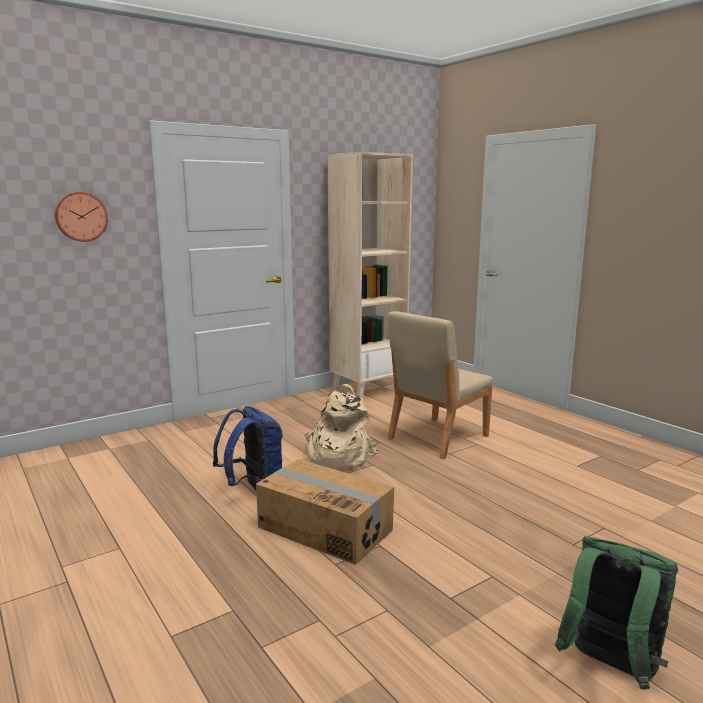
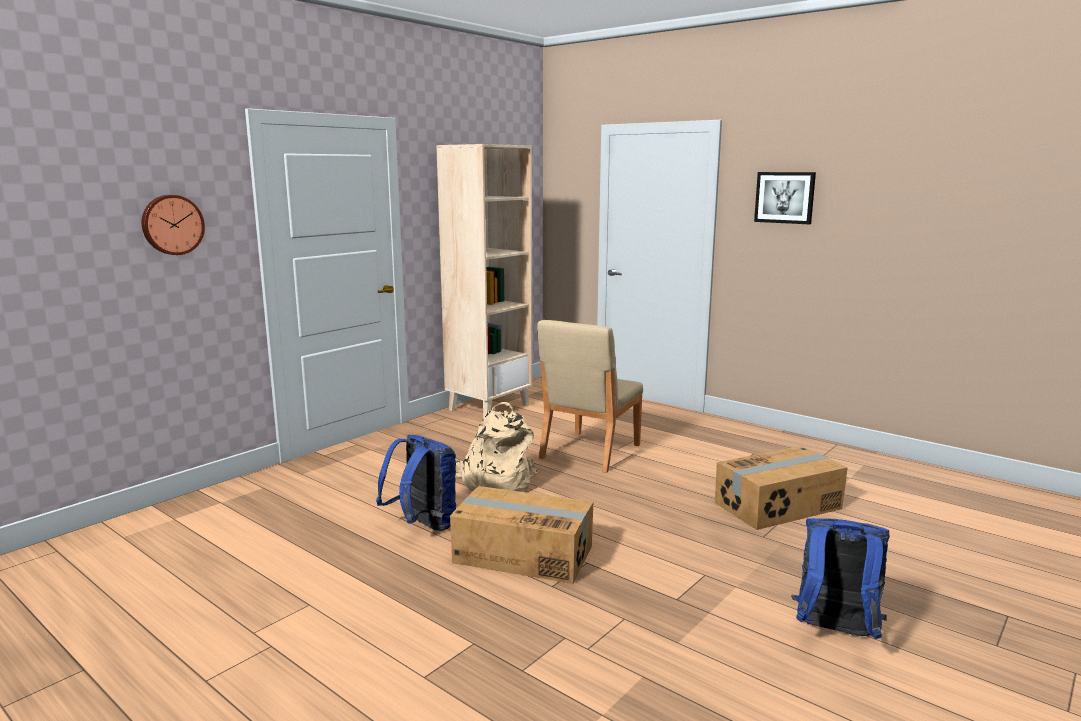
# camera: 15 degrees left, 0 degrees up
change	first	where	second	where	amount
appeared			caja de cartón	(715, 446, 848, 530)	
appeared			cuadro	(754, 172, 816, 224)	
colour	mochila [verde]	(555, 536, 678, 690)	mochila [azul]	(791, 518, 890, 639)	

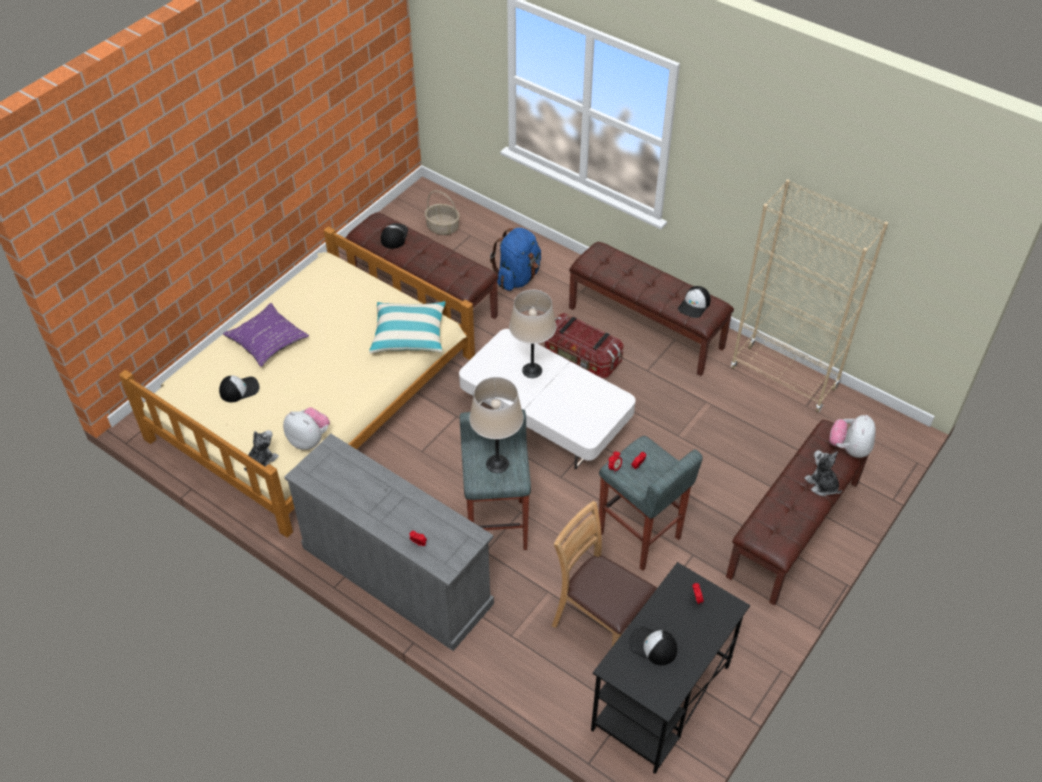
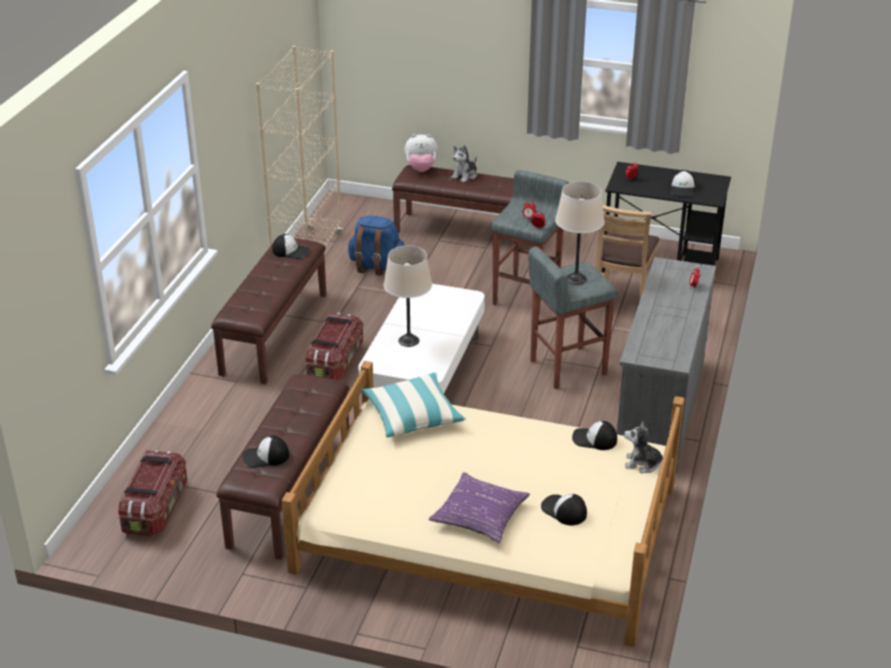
# camera: 110 degrees left, 15 degrees down
change	first	where	second	where	amount
relocated	mochila [azul]	(490, 228, 541, 291)		(347, 216, 404, 275)	
exchanged	peluche	(283, 407, 330, 450)	gorra	(572, 421, 617, 450)	
exchanged	cesta	(425, 190, 460, 235)	caja de almacenaje	(118, 450, 187, 536)	

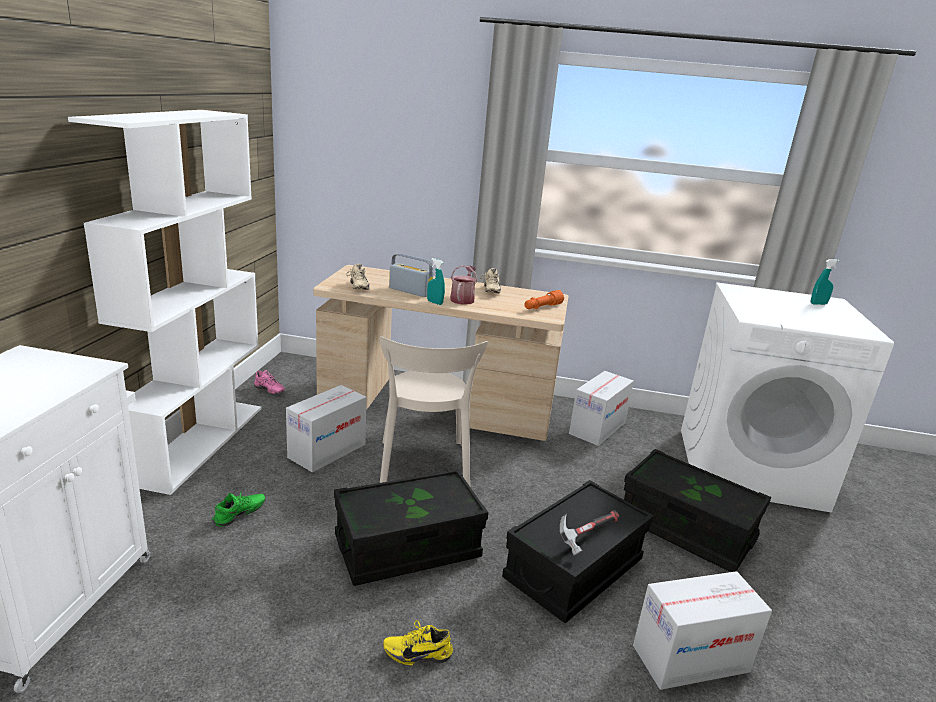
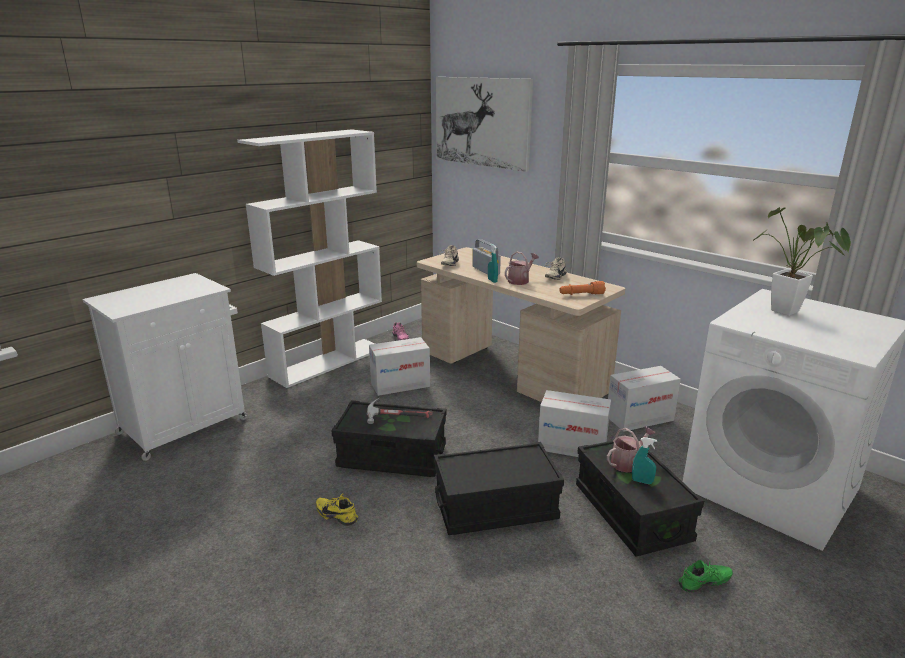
# camera: 35 degrees right, 0 degrees up
change	first	where	second	where	amount
missing	silla [beis]	(380, 336, 488, 486)			
appeared			cuadro	(436, 77, 533, 172)	
appeared			regadera	(607, 426, 655, 473)	
appeared			planta en maceta	(753, 207, 851, 316)	
relocated	zapato [verde]	(212, 490, 265, 527)		(678, 558, 733, 593)	
relocated	martillo	(560, 510, 619, 556)		(367, 398, 433, 424)	
relocated	caja de cartón	(633, 571, 772, 690)		(538, 390, 611, 457)	
relocated	pulverizador [turquesa]	(811, 259, 840, 305)		(632, 437, 657, 484)	

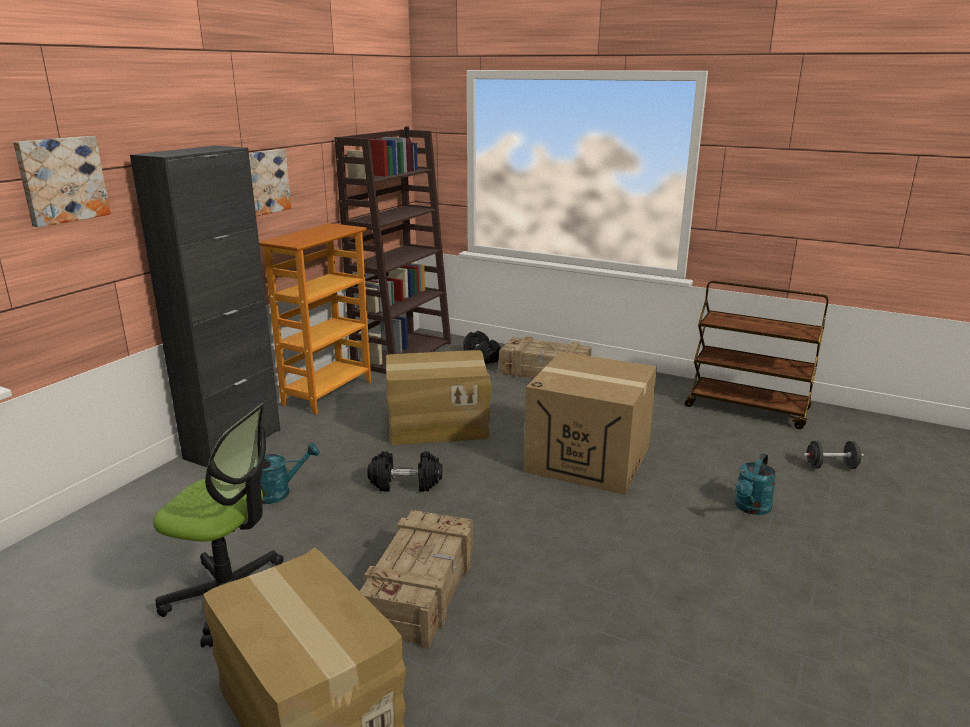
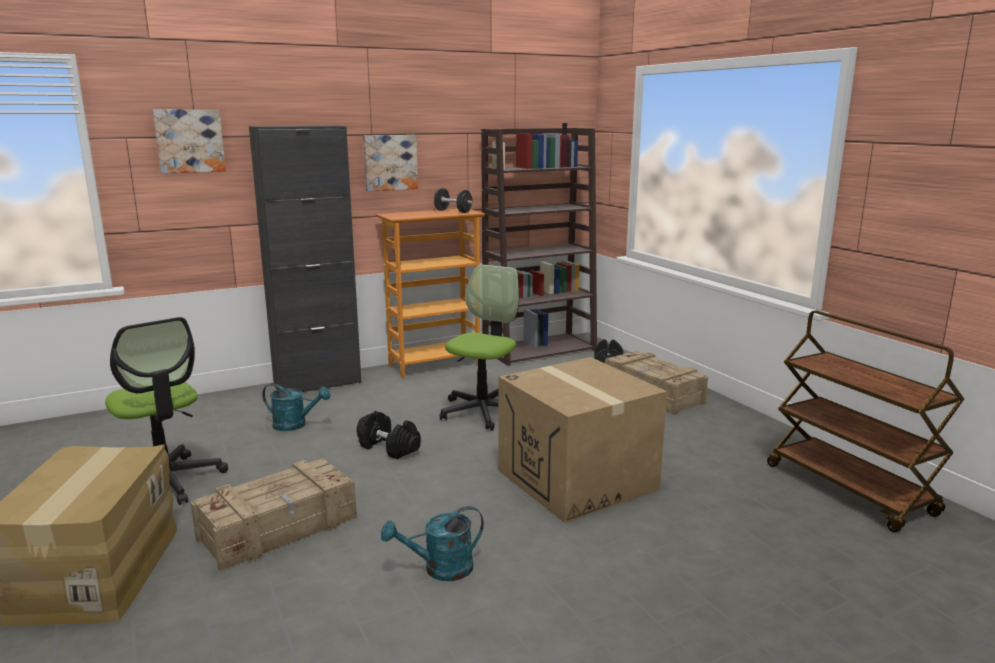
# camera: 35 degrees right, 5 degrees down
change	first	where	second	where	amount
relocated	regadera [turquesa]	(735, 453, 777, 515)		(381, 506, 484, 581)	
relocated	mancuerna [negro]	(804, 441, 864, 469)		(434, 188, 473, 213)	
exchanged	caja de cartón	(386, 350, 492, 445)	silla de oficina	(440, 265, 520, 430)	

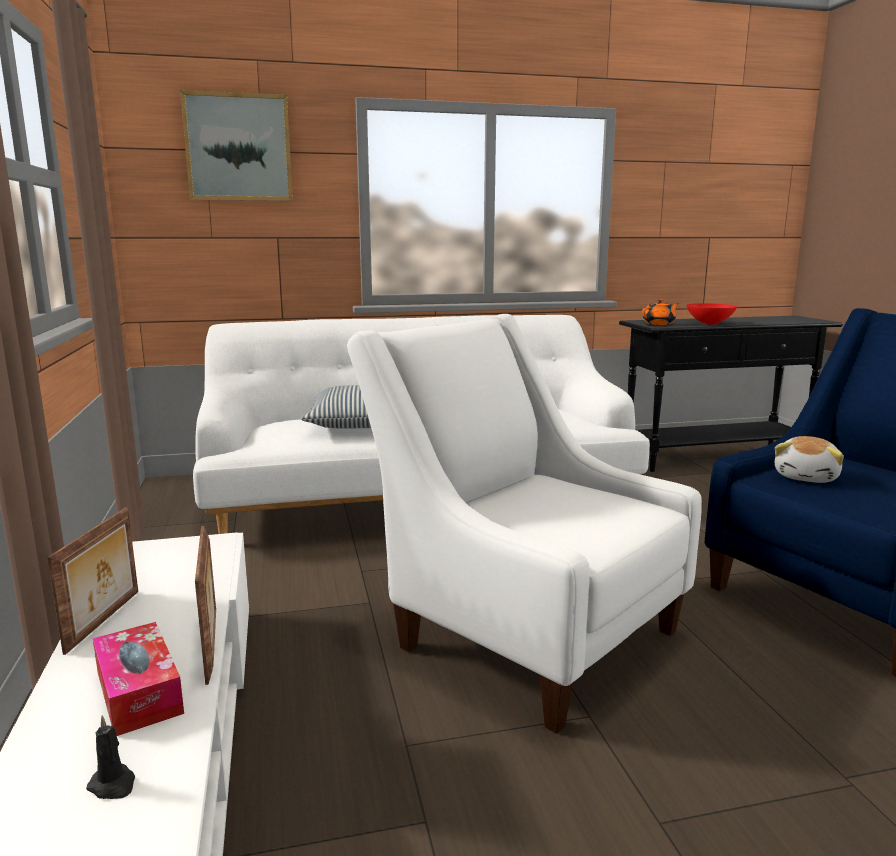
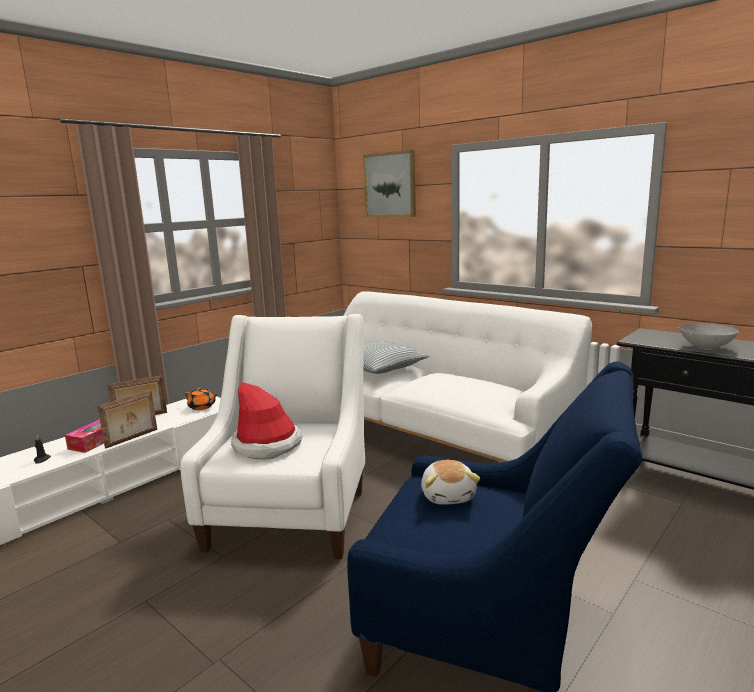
# camera: 55 degrees right, 0 degrees up
change	first	where	second	where	amount
appeared			sombrero	(231, 382, 302, 460)	
relocated	tetera [naranja]	(642, 299, 679, 325)		(184, 388, 218, 410)	
colour	cuenco [rojo]	(687, 303, 737, 325)	cuenco [gris]	(679, 323, 739, 350)	
spun	peluche	(775, 436, 844, 483)		(421, 460, 480, 505)	90 degrees counterclockwise

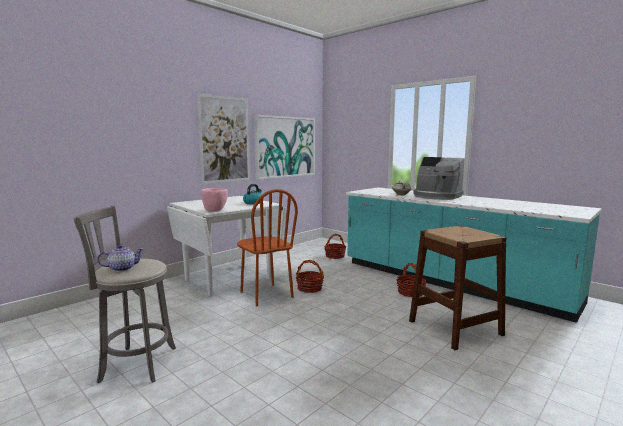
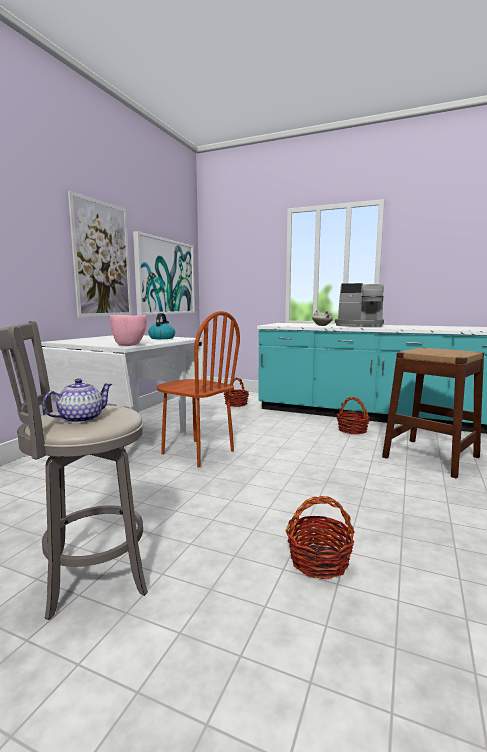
# camera: 20 degrees left, 0 degrees up
change	first	where	second	where	amount
relocated	cesta	(296, 260, 324, 293)		(285, 496, 355, 580)	

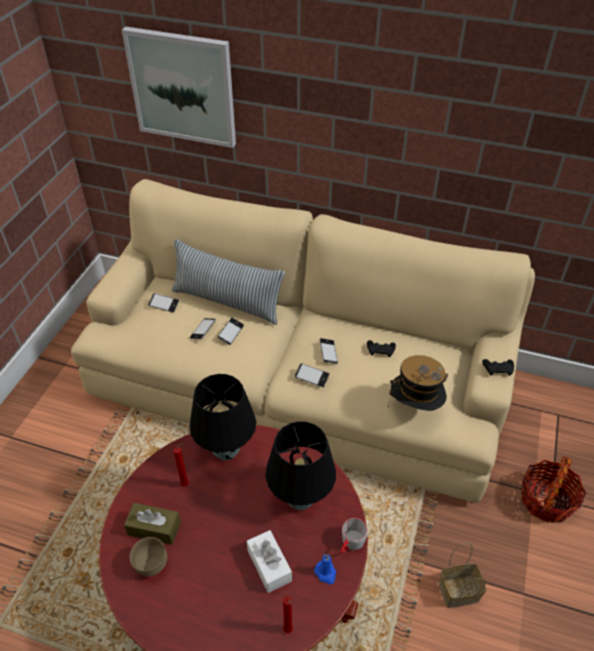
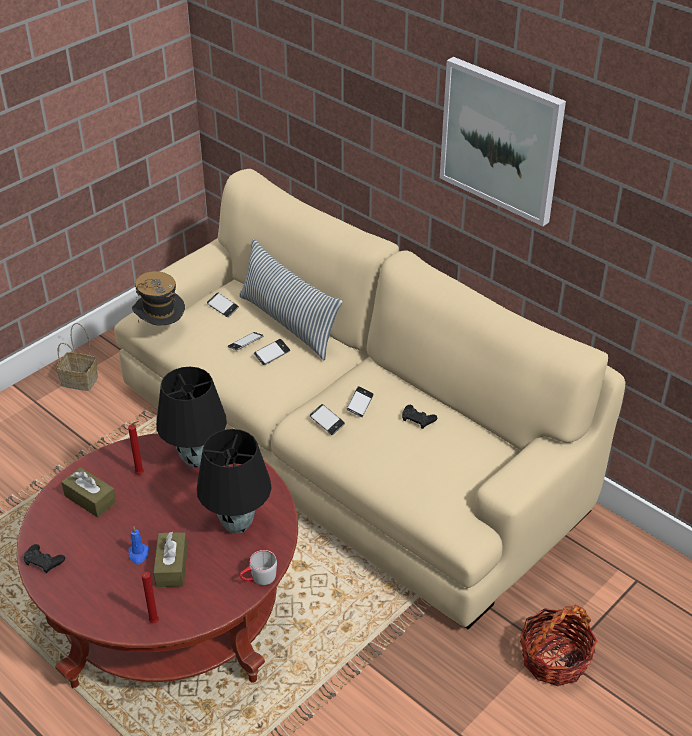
# camera: 25 degrees right, 5 degrees down
change	first	where	second	where	amount
missing	cuenco [marrón]	(130, 537, 167, 577)			
relocated	cuadro	(122, 27, 236, 148)		(440, 57, 566, 226)	
relocated	vela [azul]	(314, 554, 336, 584)		(128, 527, 149, 564)	
relocated	sombrero	(388, 355, 448, 411)		(132, 271, 185, 325)	
relocated	cesta	(439, 543, 486, 608)		(56, 323, 98, 391)	
relocated	mando de consola [negro]	(482, 359, 514, 376)		(24, 544, 65, 573)	
colour	caja de pañuelos [blanco]	(247, 530, 292, 593)	caja de pañuelos [marrón]	(153, 532, 187, 587)	

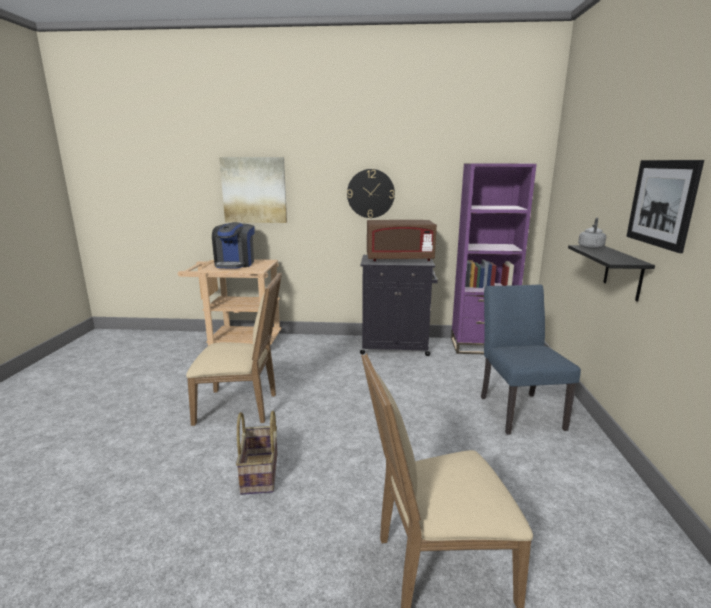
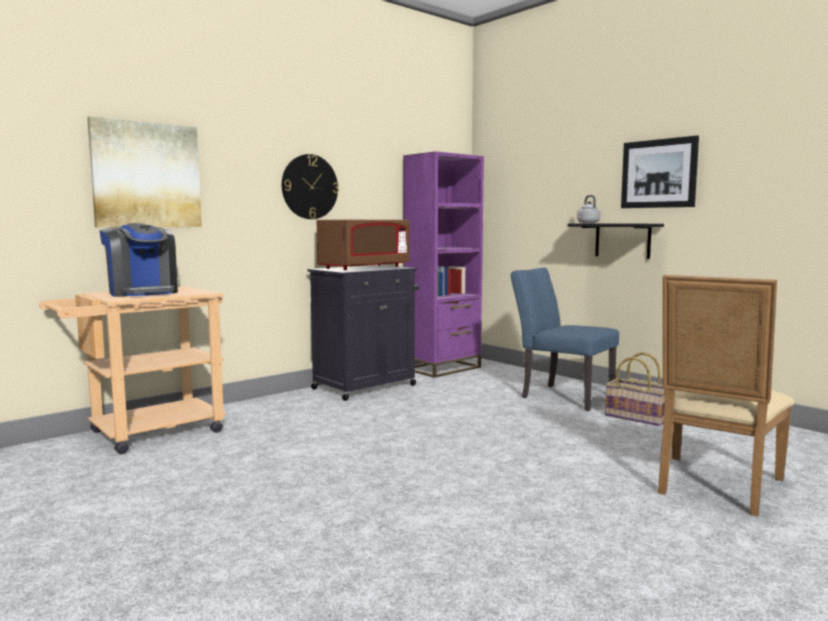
# camera: 45 degrees left, 10 degrees down
change	first	where	second	where	amount
missing	silla [beis]	(186, 273, 282, 426)			
relocated	cesta	(236, 411, 278, 495)		(605, 352, 665, 426)	

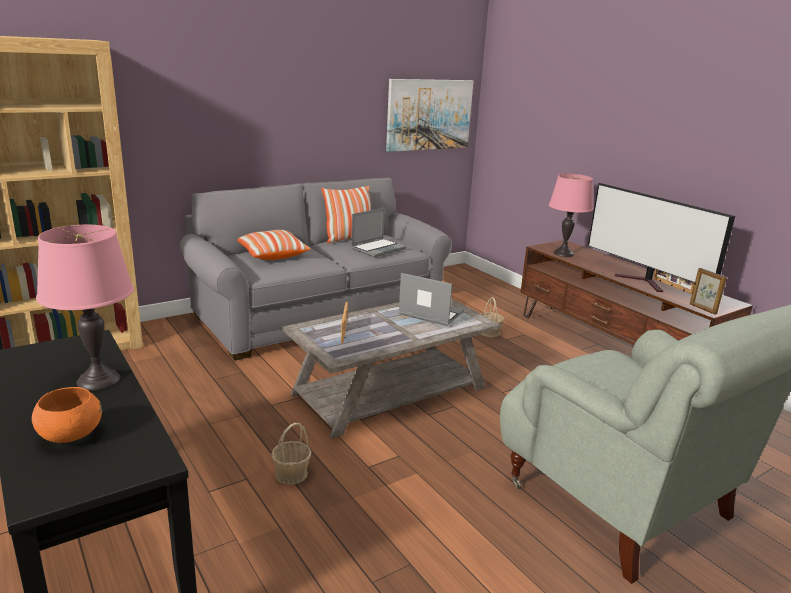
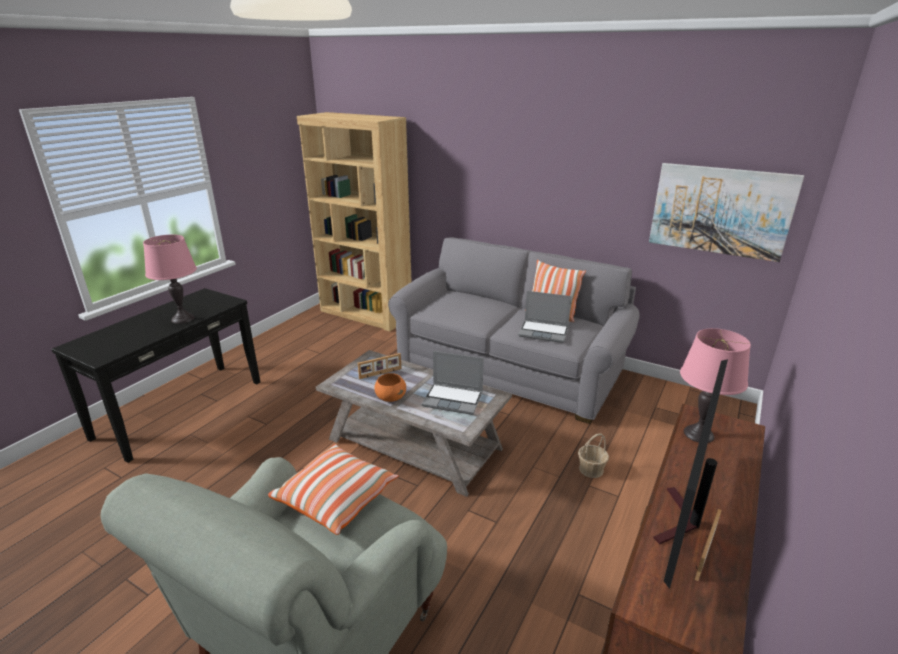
# camera: 65 degrees right, 5 degrees up
change	first	where	second	where	amount
missing	cesta	(271, 423, 311, 485)			
missing	portarretratos	(690, 268, 727, 314)			
relocated	cuenco [naranja]	(32, 387, 102, 443)		(374, 373, 406, 402)	
relocated	cojín	(237, 230, 311, 260)		(268, 444, 399, 535)	
spun	portátil	(398, 273, 464, 326)		(422, 351, 484, 415)	105 degrees clockwise

